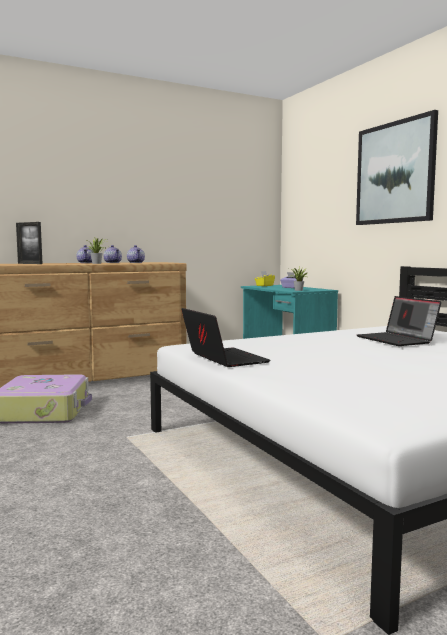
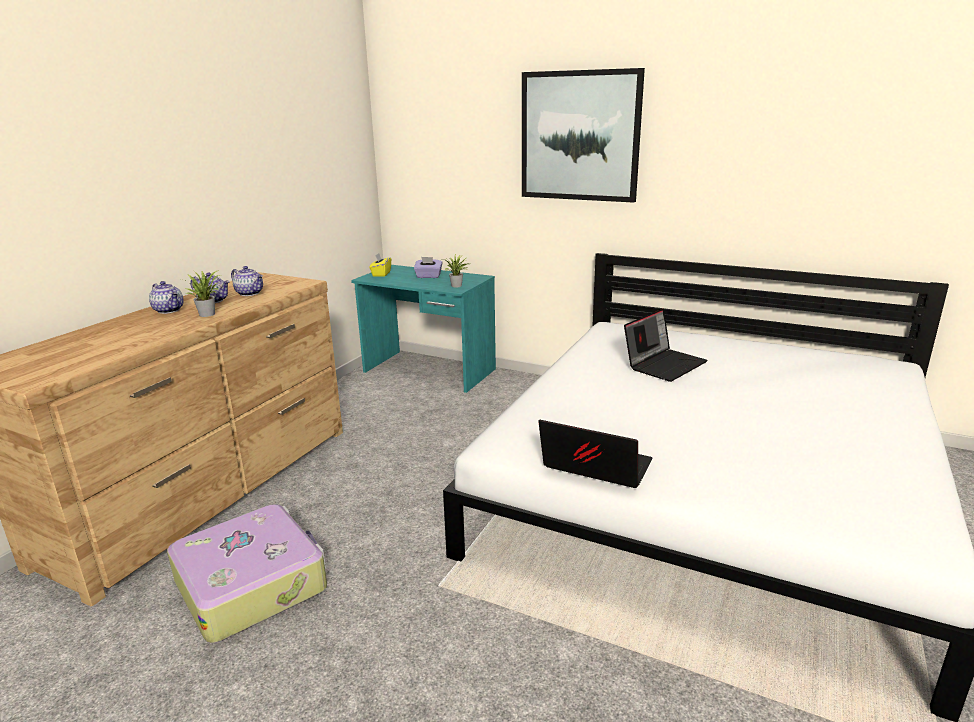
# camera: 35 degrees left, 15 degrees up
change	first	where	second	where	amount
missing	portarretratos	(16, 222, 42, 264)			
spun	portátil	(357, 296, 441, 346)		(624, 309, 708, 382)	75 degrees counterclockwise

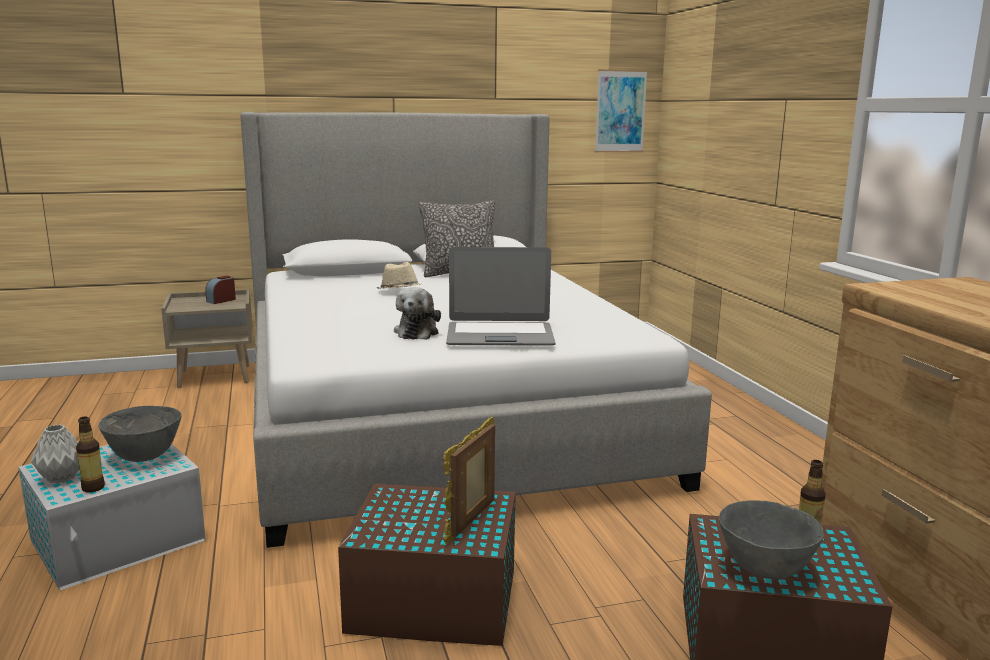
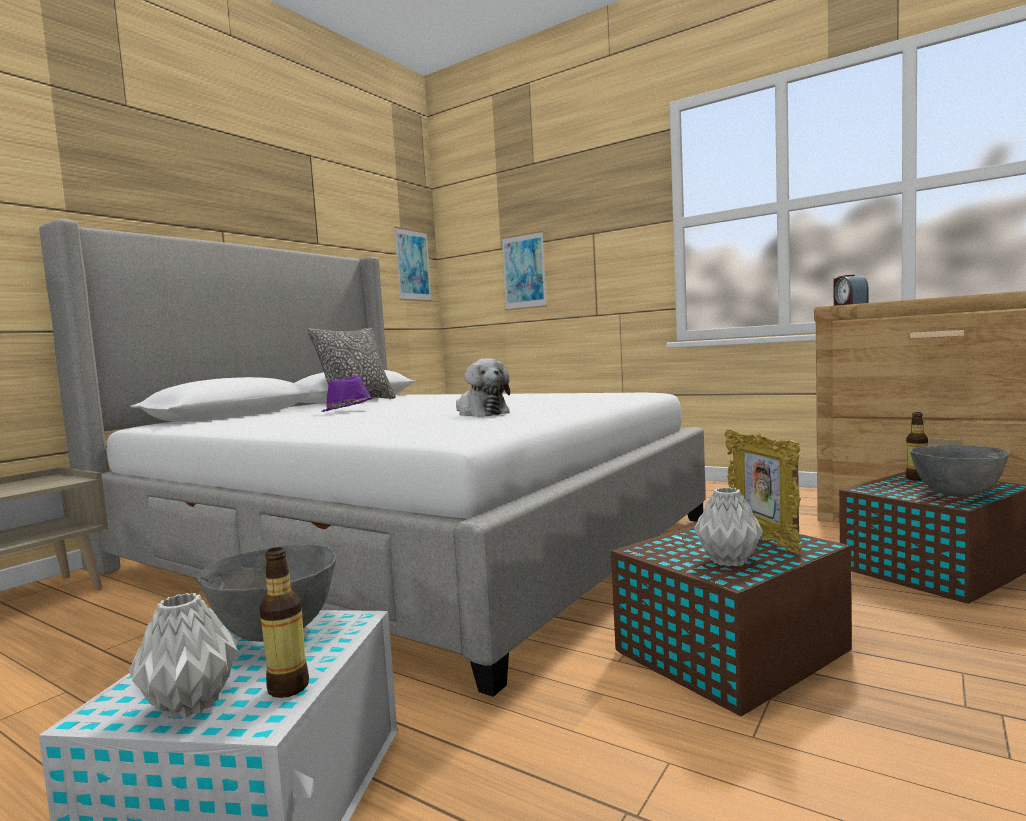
# camera: 40 degrees left, 10 degrees down
change	first	where	second	where	amount
missing	portátil	(446, 247, 556, 346)			
appeared			cuadro	(501, 231, 547, 311)	
appeared			florero [gris]	(694, 487, 763, 567)	
relocated	despertador	(205, 276, 236, 304)		(834, 275, 869, 306)	
colour	sombrero [beis]	(377, 262, 422, 289)	sombrero [morado]	(322, 376, 374, 412)	

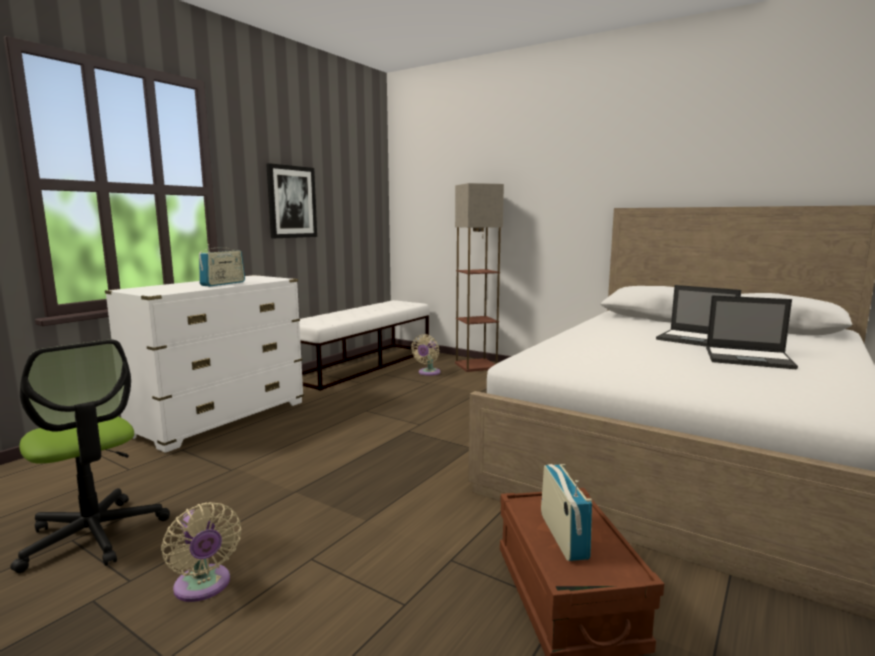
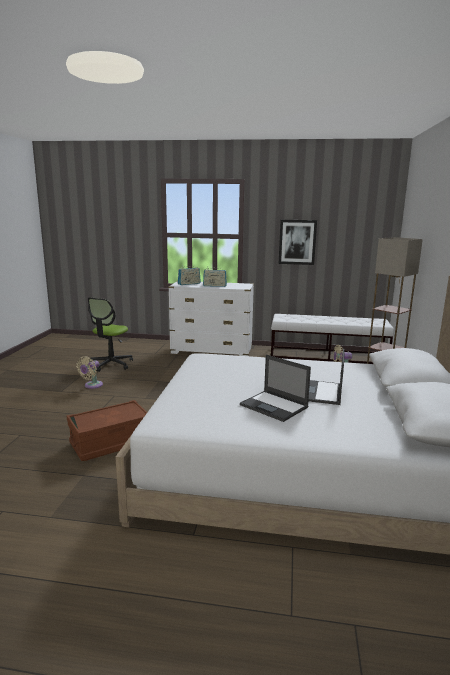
# camera: 65 degrees right, 5 degrees up
change	first	where	second	where	amount
relocated	radio	(541, 464, 592, 561)		(178, 266, 201, 285)	
spun	portátil	(706, 295, 798, 369)		(240, 354, 311, 422)	45 degrees counterclockwise

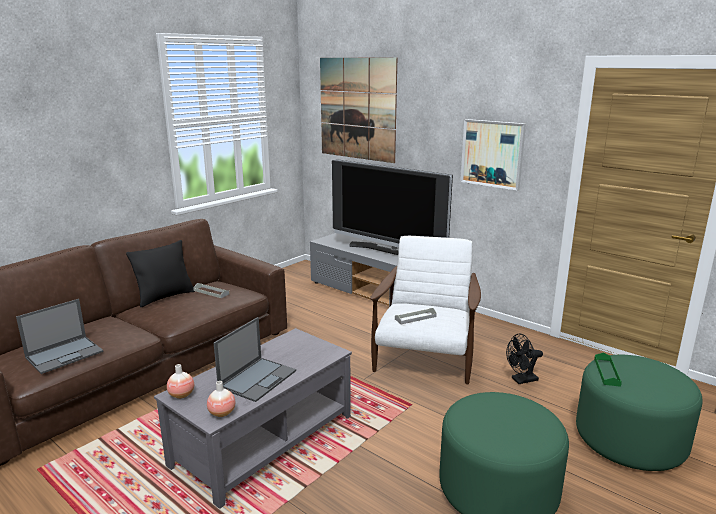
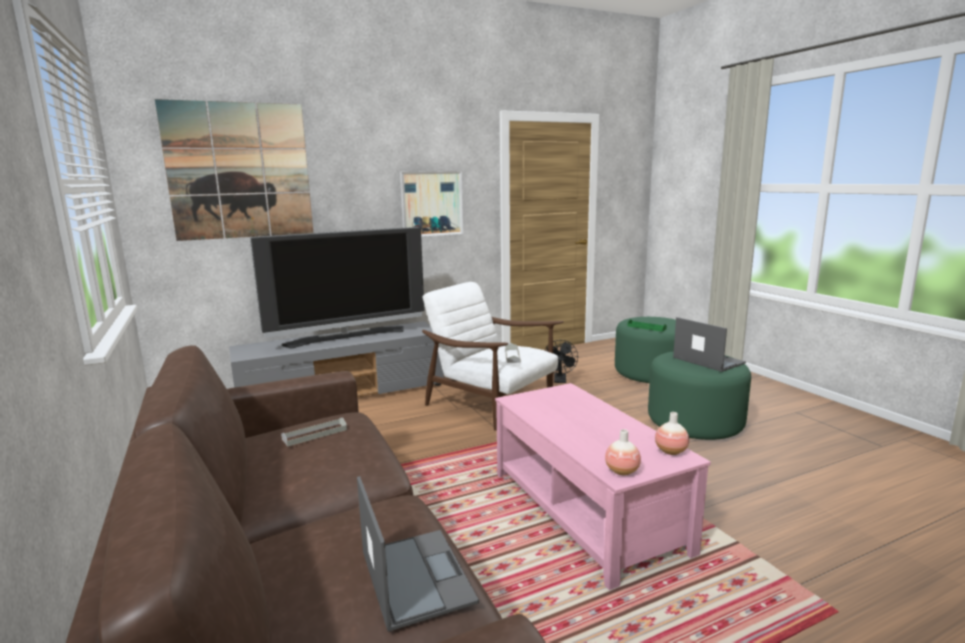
# camera: 65 degrees left, 5 degrees down
change	first	where	second	where	amount
missing	cojín [negro]	(126, 240, 195, 307)			
relocated	portátil	(214, 317, 296, 402)		(673, 317, 746, 372)	
colour	mesa de centro [gris]	(154, 328, 352, 509)	mesa de centro [rosa]	(495, 383, 711, 590)	

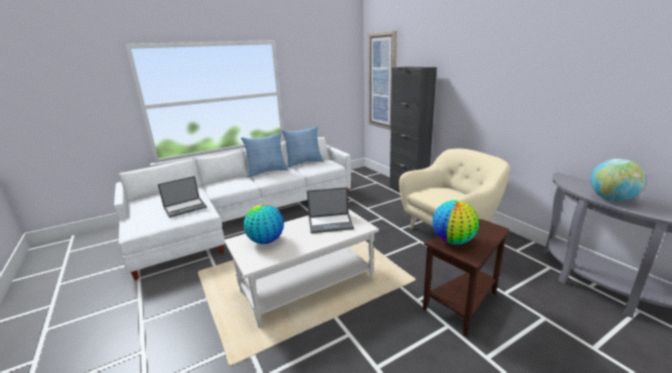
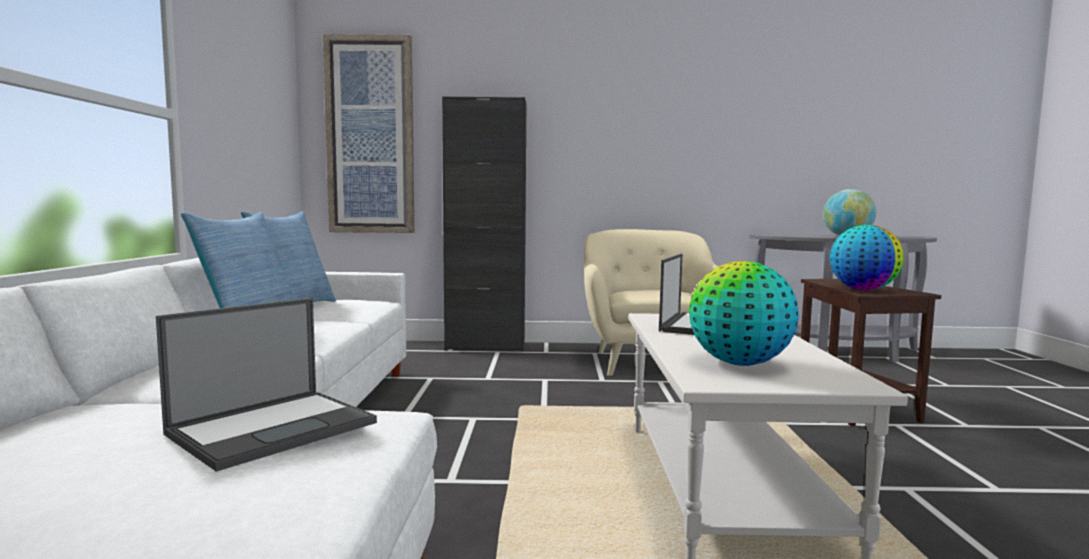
# camera: 60 degrees left, 15 degrees down
change	first	where	second	where	amount
spun	portátil	(158, 176, 207, 218)		(156, 298, 377, 472)	45 degrees clockwise

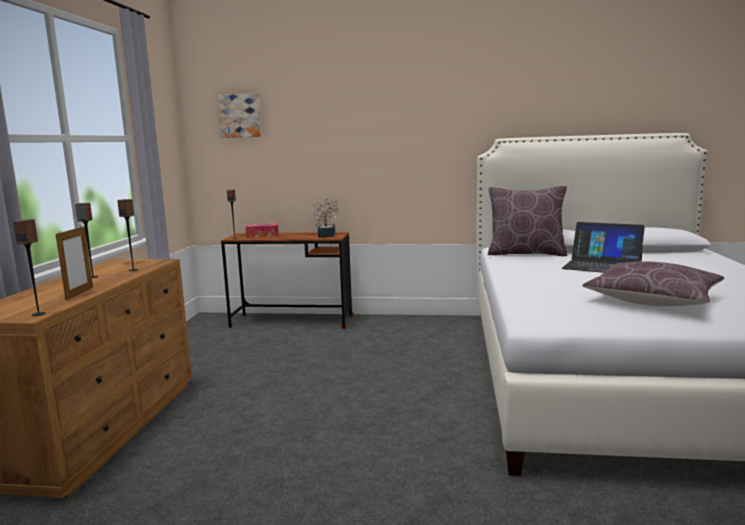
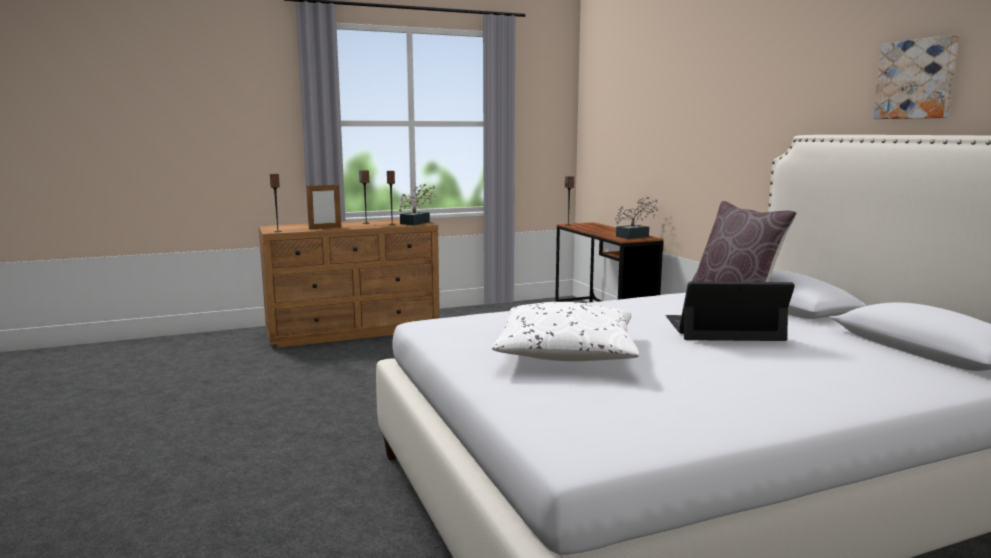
# camera: 60 degrees right, 0 degrees up
change	first	where	second	where	amount
missing	caja de pañuelos	(245, 223, 279, 238)			
appeared			planta en maceta	(399, 184, 437, 225)	
relocated	cuadro	(217, 93, 262, 138)		(873, 35, 959, 119)	
colour	cojín [marrón]	(582, 261, 724, 306)	cojín [blanco]	(492, 302, 639, 361)	
spun	portátil	(562, 222, 645, 273)		(666, 282, 795, 341)	90 degrees clockwise

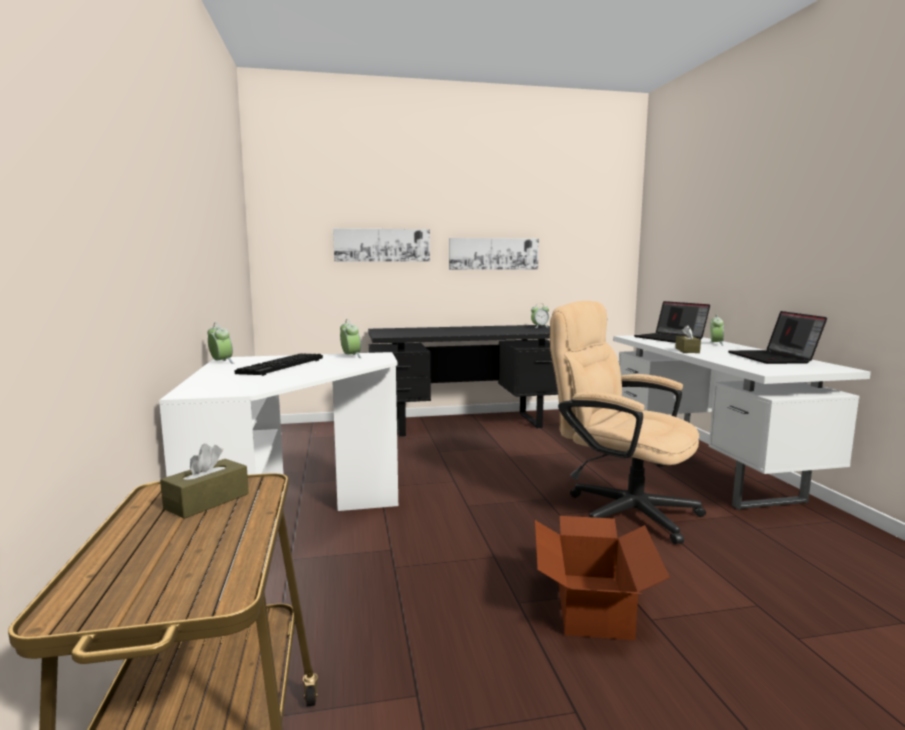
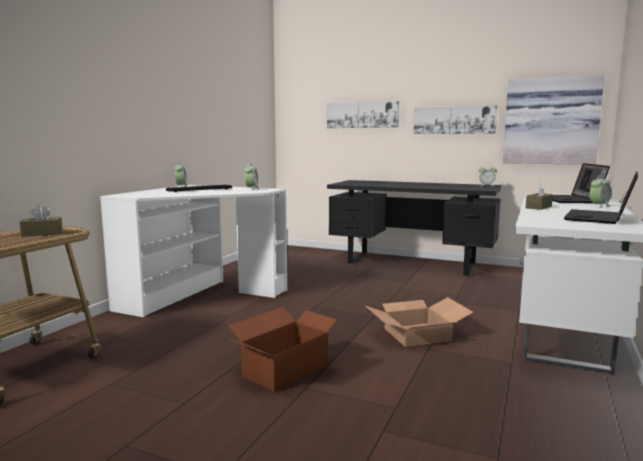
# camera: 35 degrees right, 0 degrees up
change	first	where	second	where	amount
appeared			cuadro	(503, 75, 604, 165)	
exchanged	silla de oficina [beis]	(550, 301, 706, 544)	caja de cartón	(366, 297, 473, 347)	

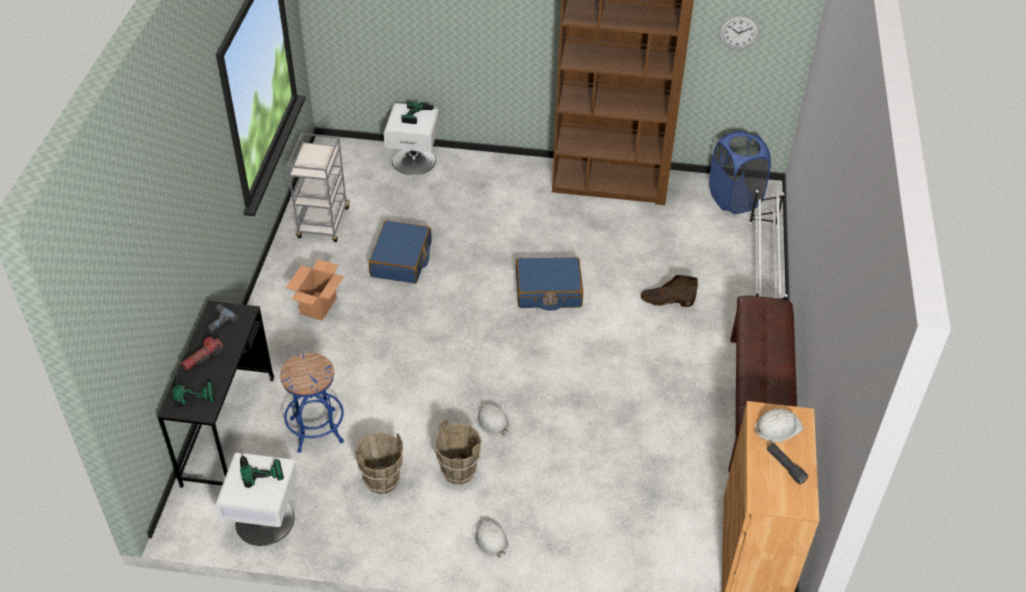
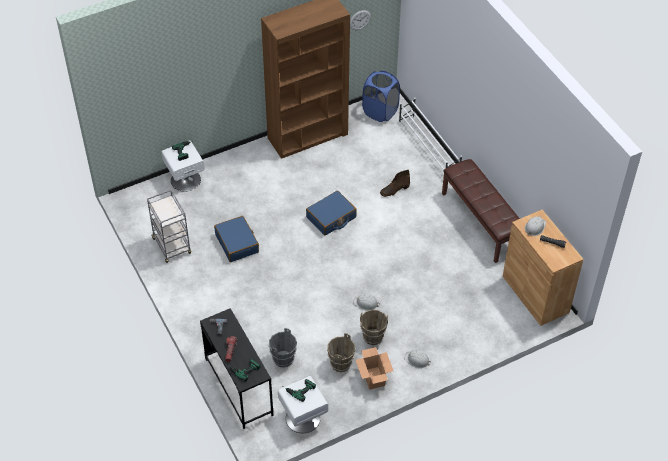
# camera: 35 degrees left, 5 degrees up
change	first	where	second	where	amount
relocated	caja de cartón	(286, 259, 344, 321)		(356, 347, 393, 390)	
exchanged	taburete [azul]	(280, 353, 344, 453)	cubo [gris]	(269, 328, 297, 368)	

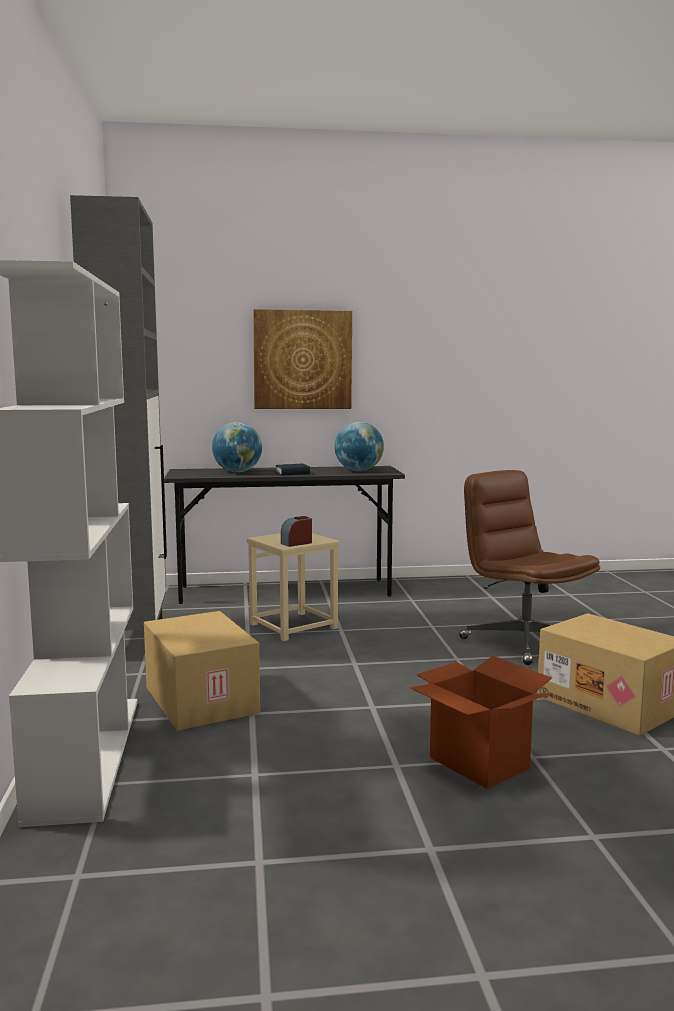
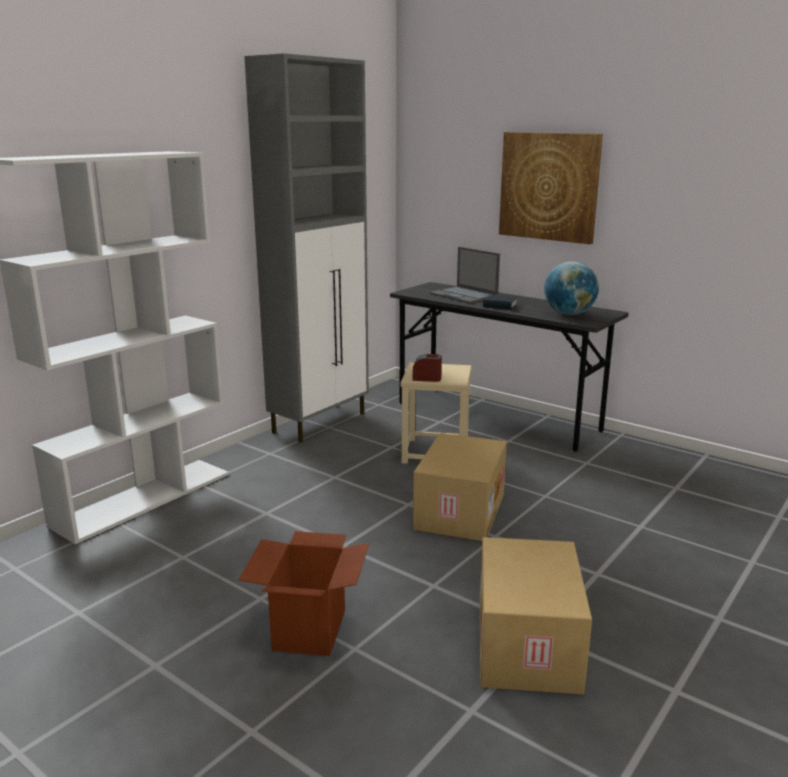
# camera: 45 degrees right, 10 degrees up
change	first	where	second	where	amount
missing	silla de oficina [marrón]	(459, 470, 600, 665)			
relocated	caja de cartón	(144, 611, 260, 731)		(413, 433, 507, 541)	
exchanged	globo terráqueo	(212, 422, 262, 472)	portátil	(429, 247, 500, 303)	

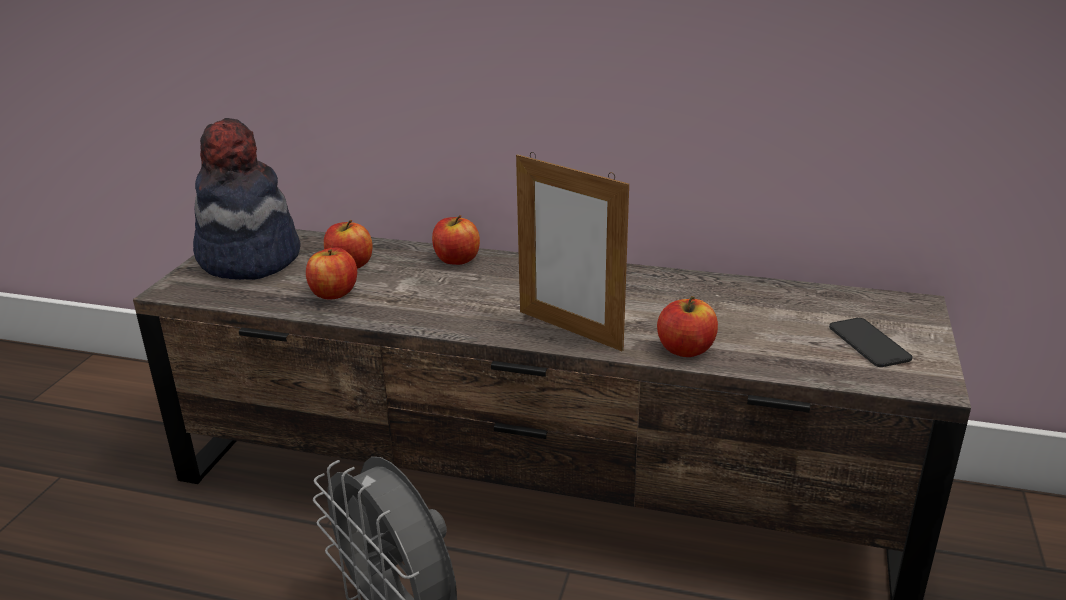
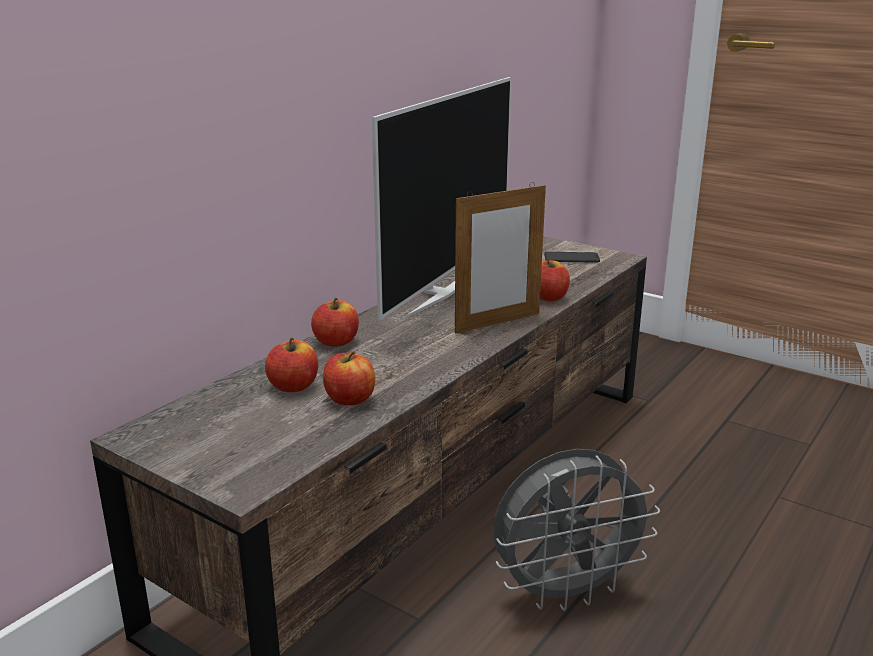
# camera: 70 degrees left, 5 degrees down
change	first	where	second	where	amount
missing	sombrero	(193, 118, 301, 280)			
appeared			televisor	(372, 77, 511, 320)	

